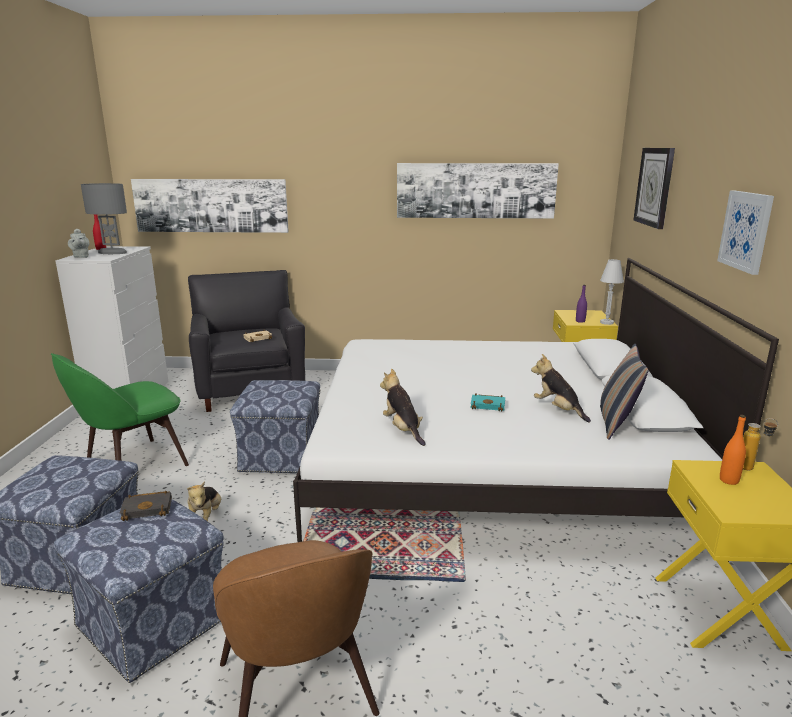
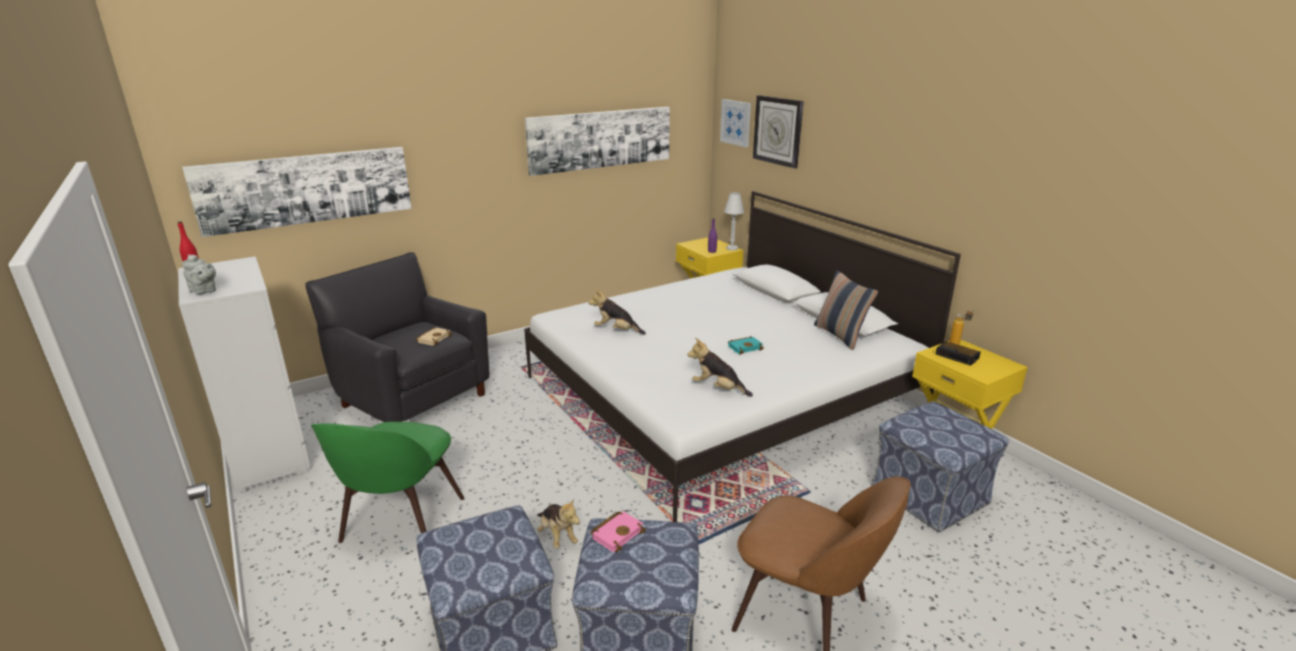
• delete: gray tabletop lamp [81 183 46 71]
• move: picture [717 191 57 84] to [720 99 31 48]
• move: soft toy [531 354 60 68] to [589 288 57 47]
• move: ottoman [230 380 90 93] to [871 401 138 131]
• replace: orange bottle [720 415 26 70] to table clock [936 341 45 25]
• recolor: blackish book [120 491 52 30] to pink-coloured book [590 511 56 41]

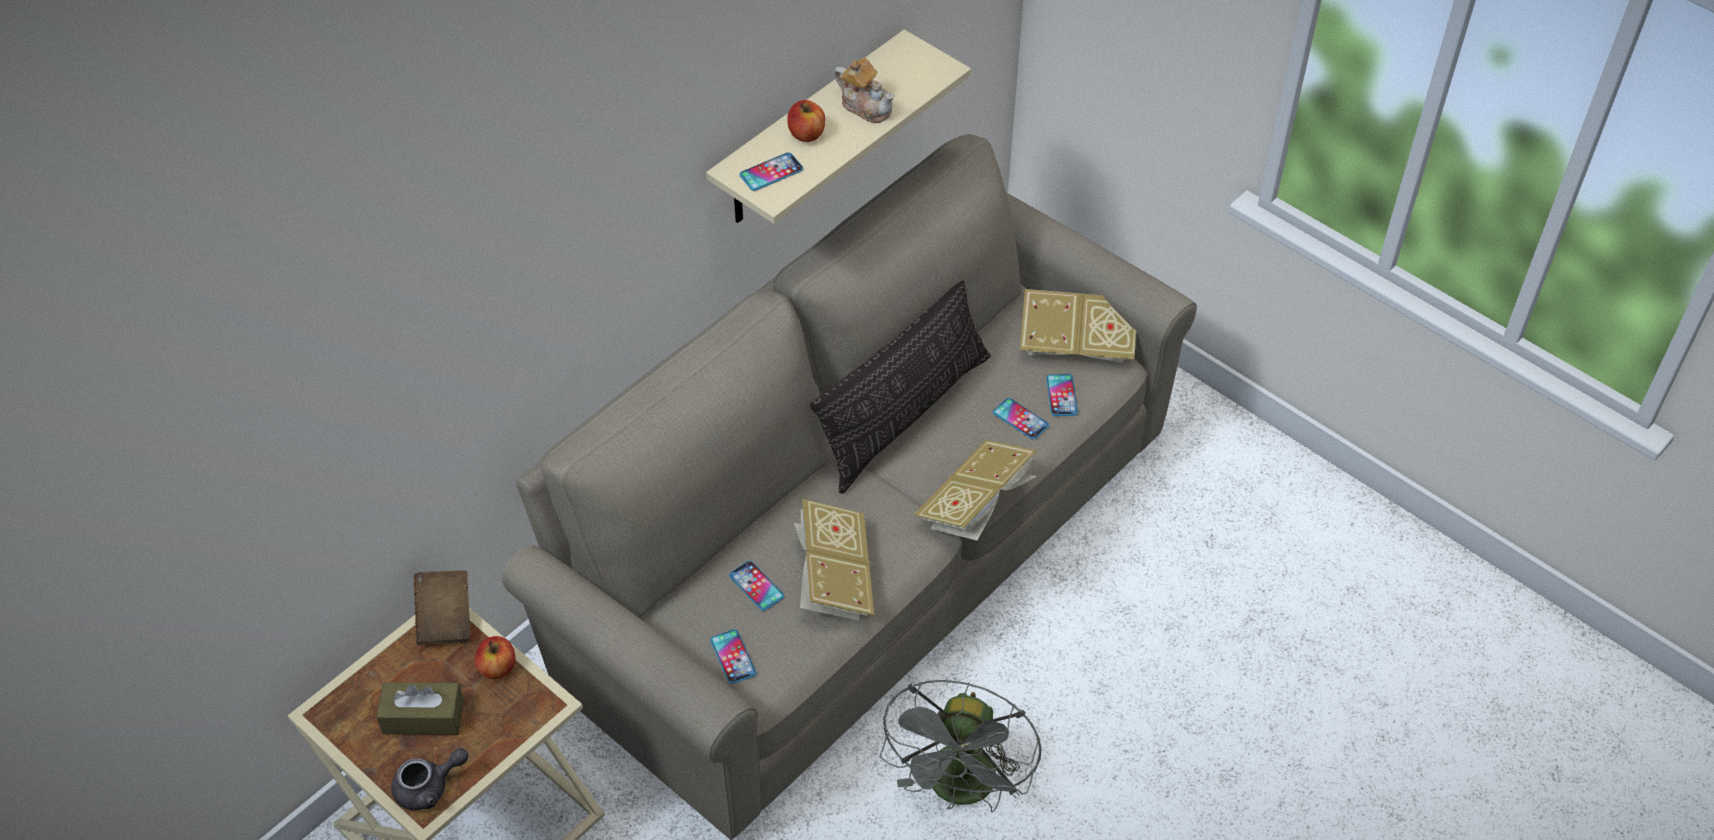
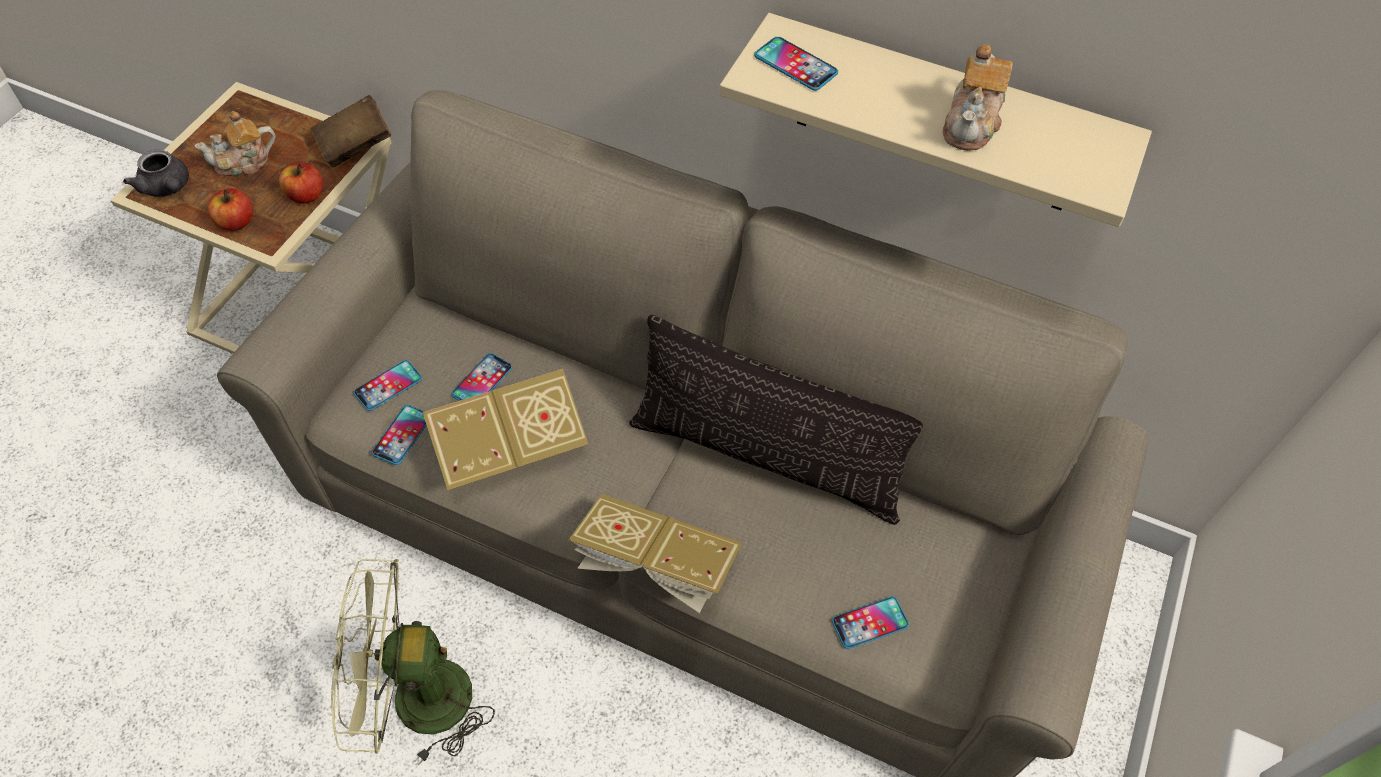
• move: apple fruit [787 100 38 42] to [208 188 45 43]
• delete: book [1020 289 116 74]
• move: phone [993 398 56 42] to [372 405 55 60]
• recolor: gray electric fan [880 680 162 132] to green-coloured electric fan [331 559 164 206]
• replace: brownish tissue holder [376 682 88 53] to tea pot [194 111 81 65]

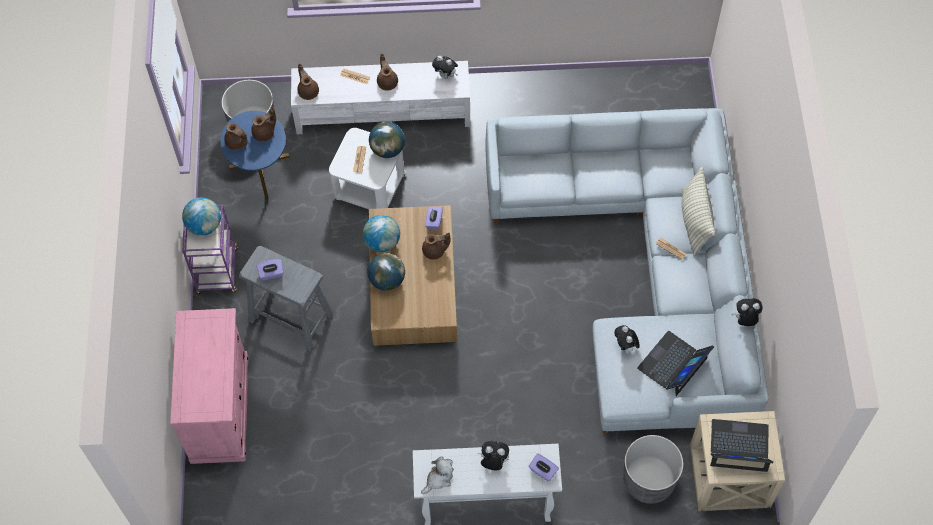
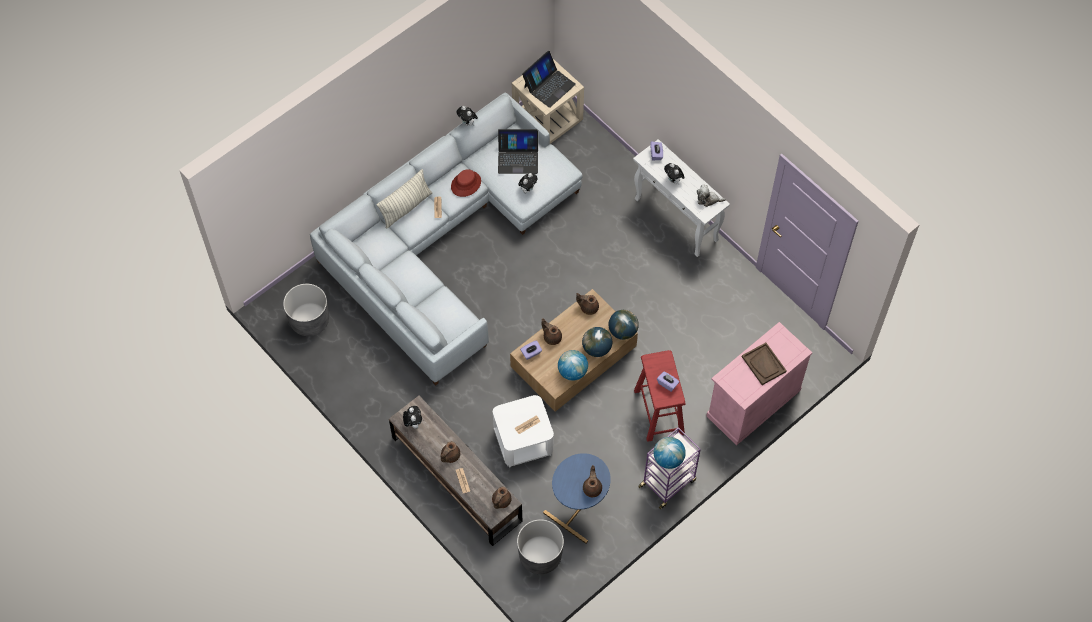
• recolor: white media console [291 61 179 73] to brownish media console [389 396 133 150]
• move: brownish tea pot [251 108 25 33] to [576 293 23 22]
• move: desk globe [369 122 36 36] to [608 310 31 30]
• recolor: gray stool seat [239 246 94 105] to reddish stool seat [634 350 52 92]
• rotate: portable computer [710 419 63 53] = [522 51 54 57] 105 degrees counterclockwise
• move: gray planter [623 435 61 69] to [283 284 46 52]
• insert: reddish hat [451 169 30 28]
• insert: brownish carrying tray [742 343 45 42]

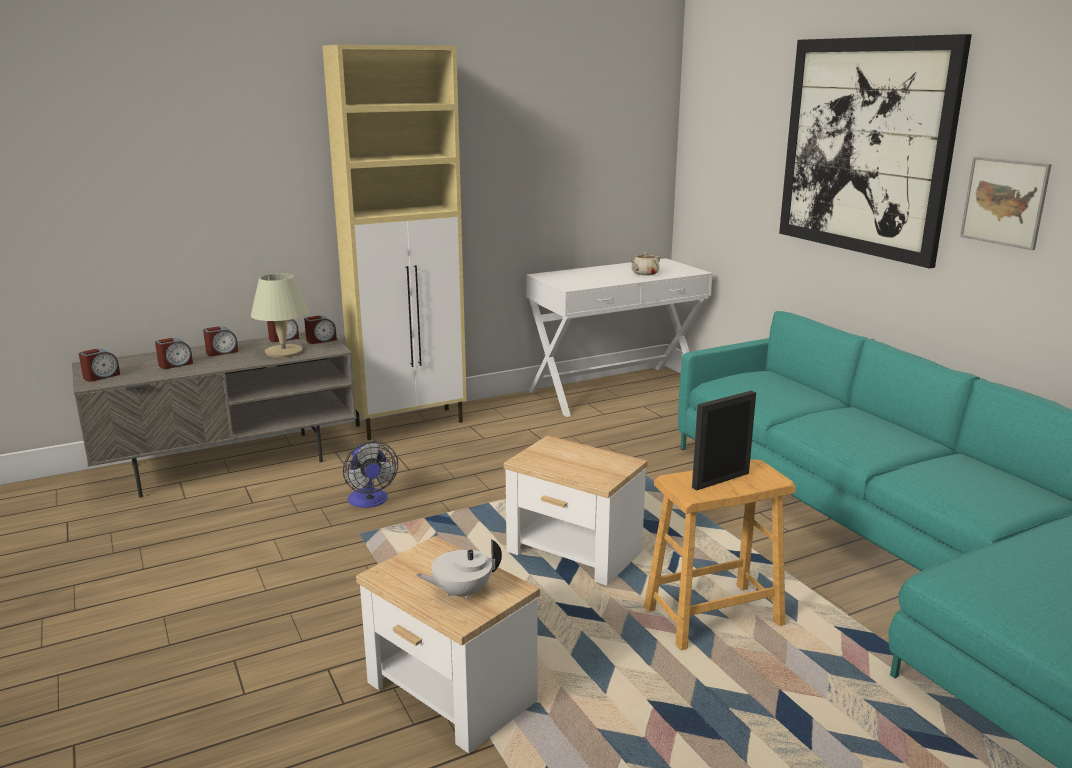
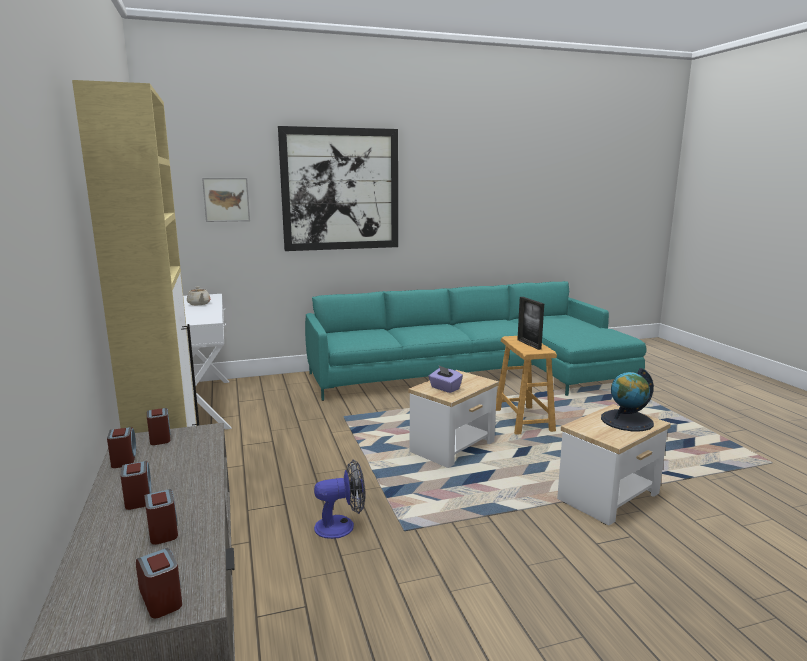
• move: picture [960 157 92 93] to [202 178 48 44]
• delete: sand-coloured tabletop lamp [251 273 58 85]
• replace: white tea pot [416 539 86 61] to desk globe [601 368 53 63]
• insert: purplish tissue holder [428 366 35 27]

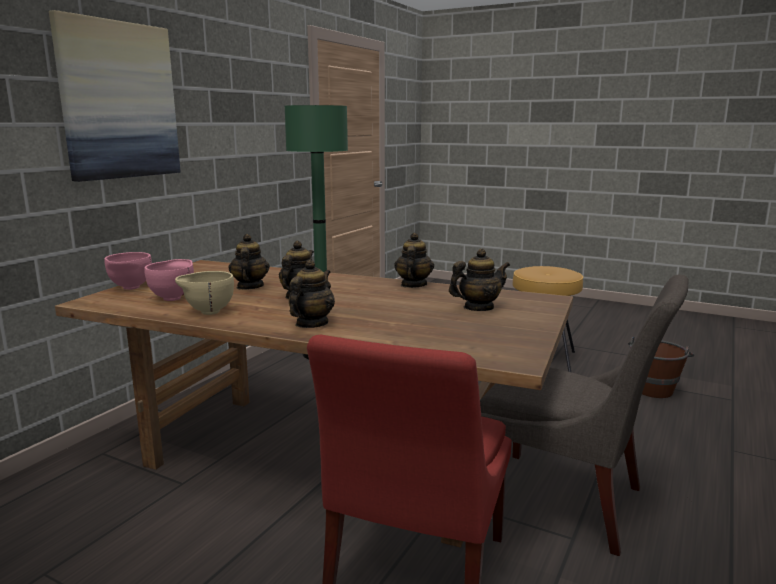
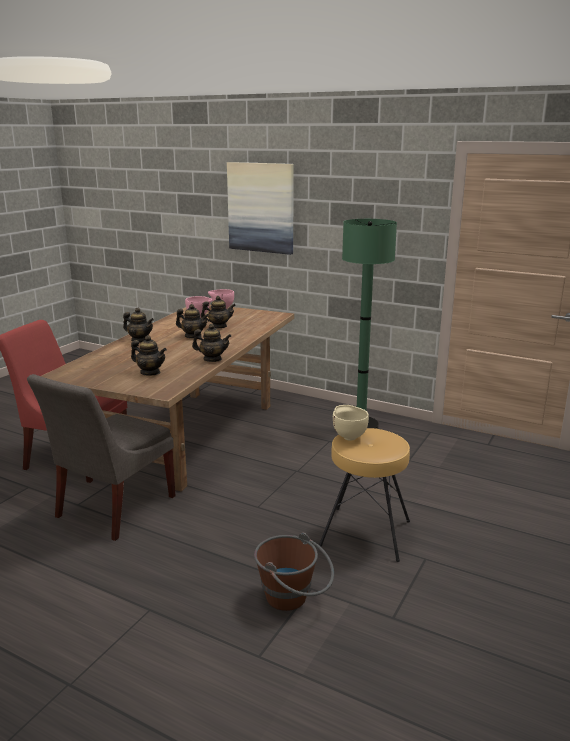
• rotate: tea pot [449 249 61 62] = [131 335 36 41] 45 degrees counterclockwise
• move: sand-coloured serving bowl [175 271 59 44] to [333 405 36 36]

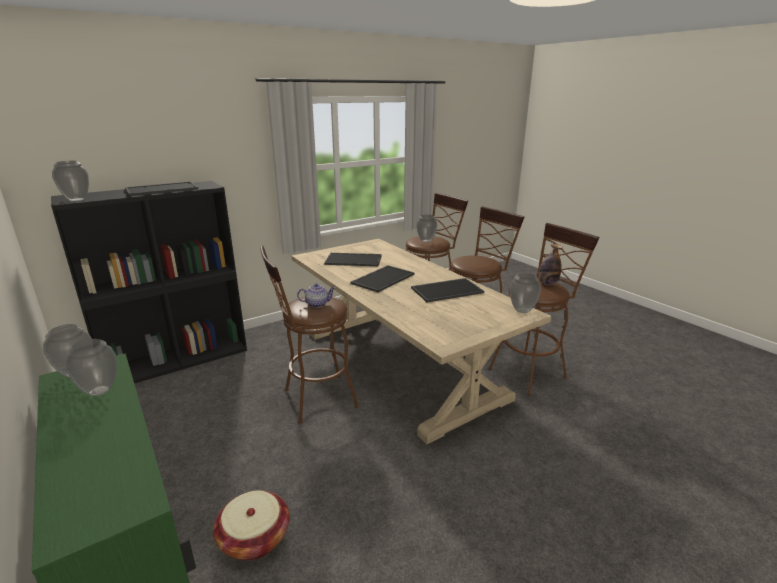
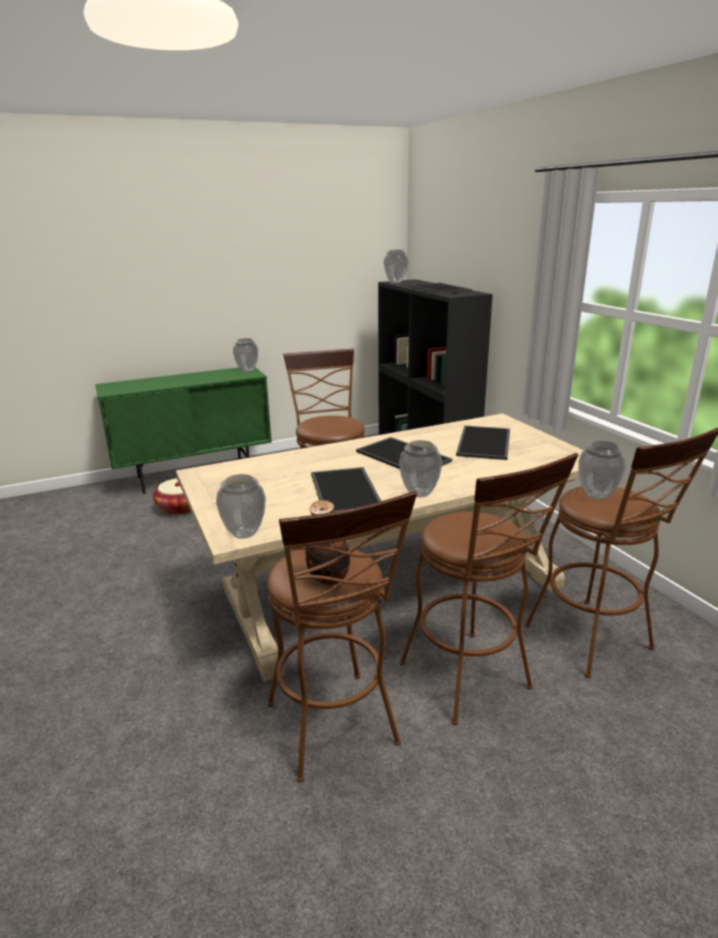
• delete: tea pot [297 283 39 25]
• move: flower vase [65 339 52 57] to [399 440 43 57]

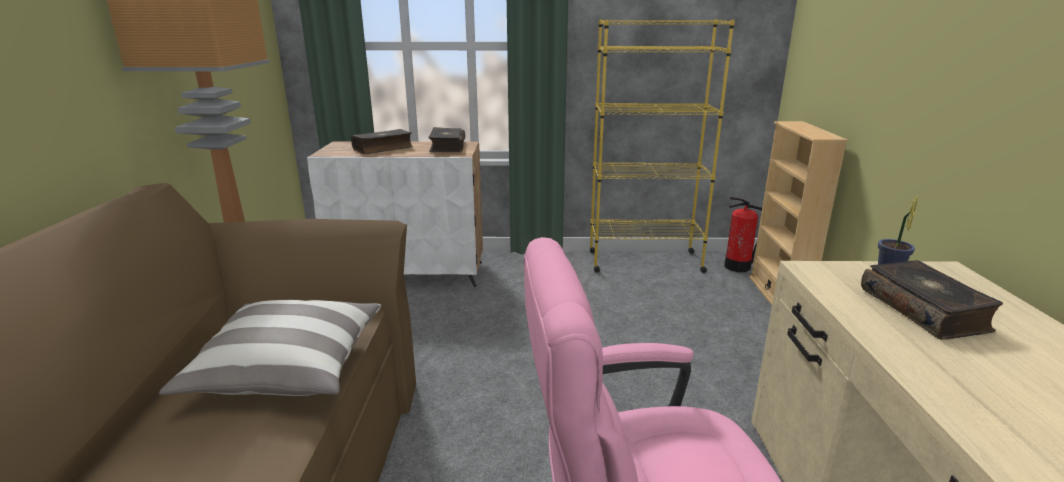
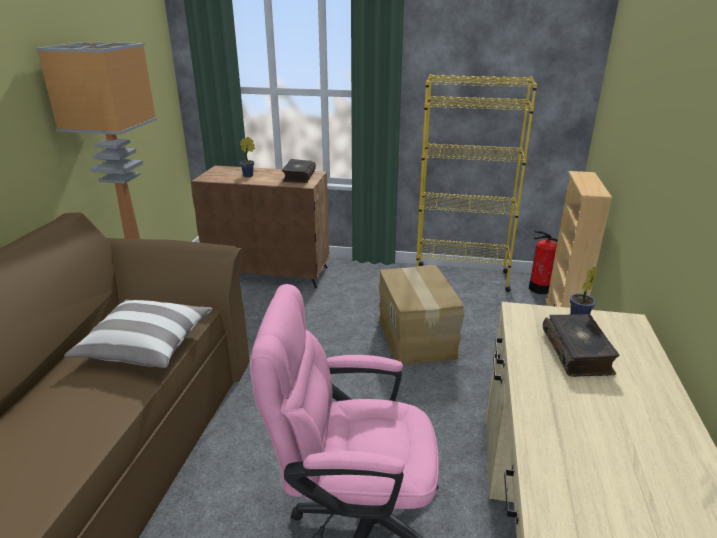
• replace: book [351 129 62 25] to plant in a pot [240 137 15 40]
• recolor: white cupboard [307 141 176 146] to brownish cupboard [191 166 138 122]
• insert: carton [379 265 85 100]

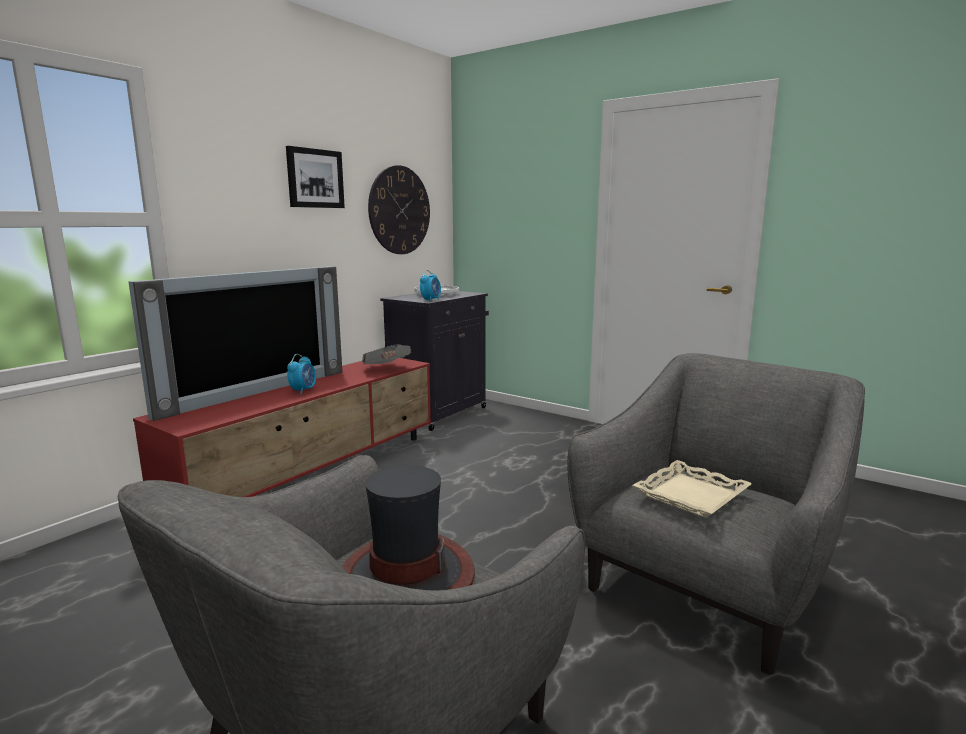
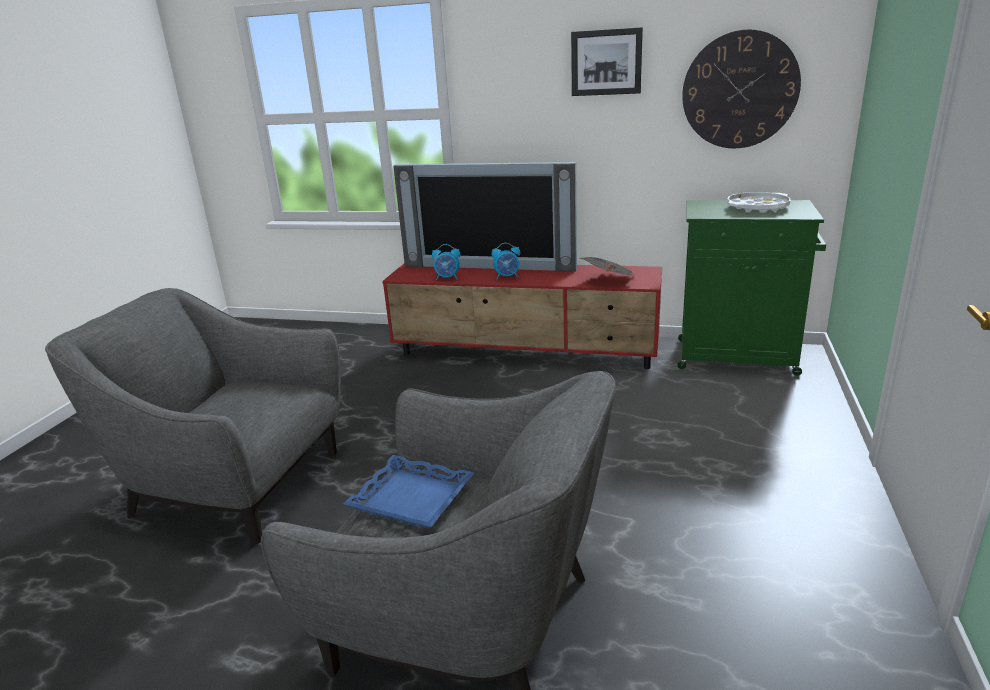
• move: table clock [420 270 21 32] to [432 244 28 36]
• recolor: blackish cupboard [380 291 109 140] to green-coloured cupboard [677 200 149 176]
• recolor: sand-coloured carrying tray [632 460 120 58] to blue-coloured carrying tray [343 455 131 73]
• delete: hat [342 465 133 126]

